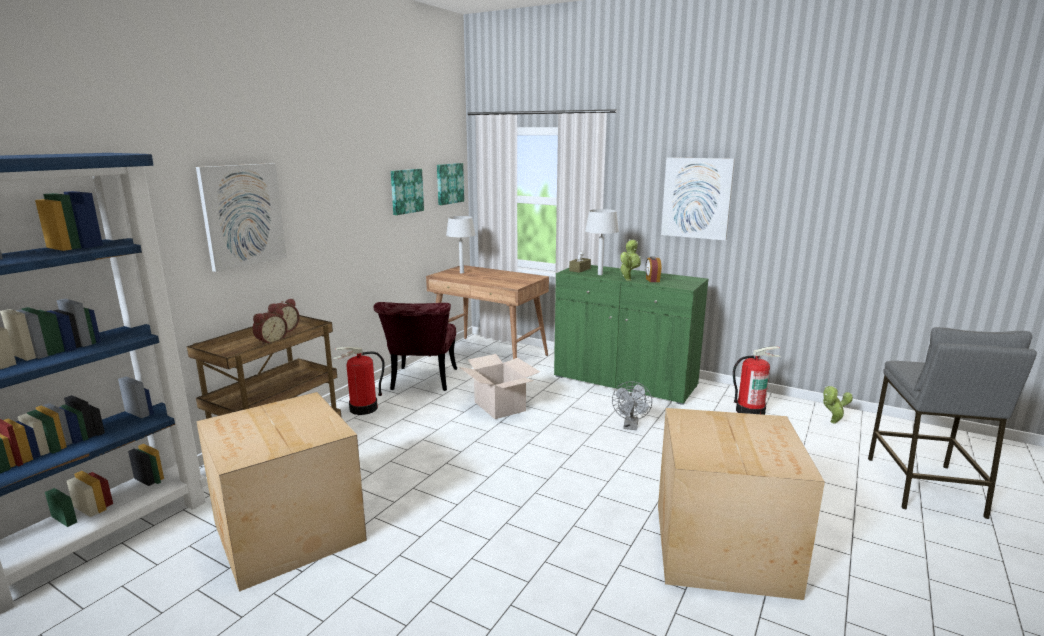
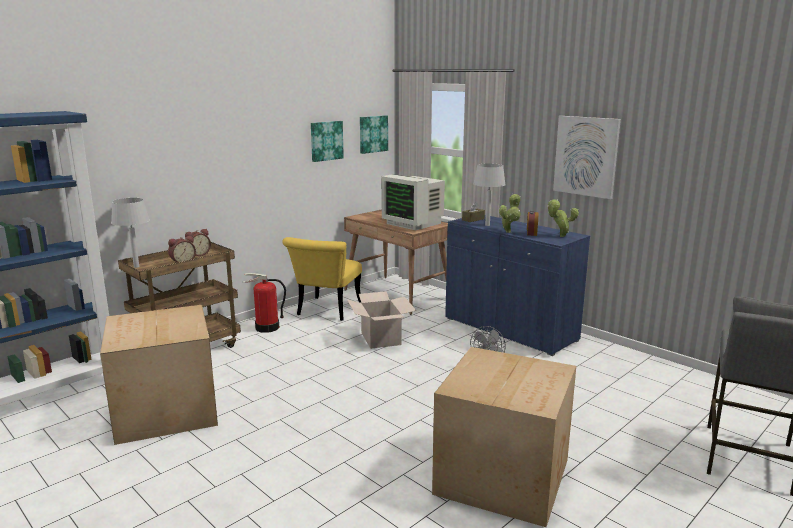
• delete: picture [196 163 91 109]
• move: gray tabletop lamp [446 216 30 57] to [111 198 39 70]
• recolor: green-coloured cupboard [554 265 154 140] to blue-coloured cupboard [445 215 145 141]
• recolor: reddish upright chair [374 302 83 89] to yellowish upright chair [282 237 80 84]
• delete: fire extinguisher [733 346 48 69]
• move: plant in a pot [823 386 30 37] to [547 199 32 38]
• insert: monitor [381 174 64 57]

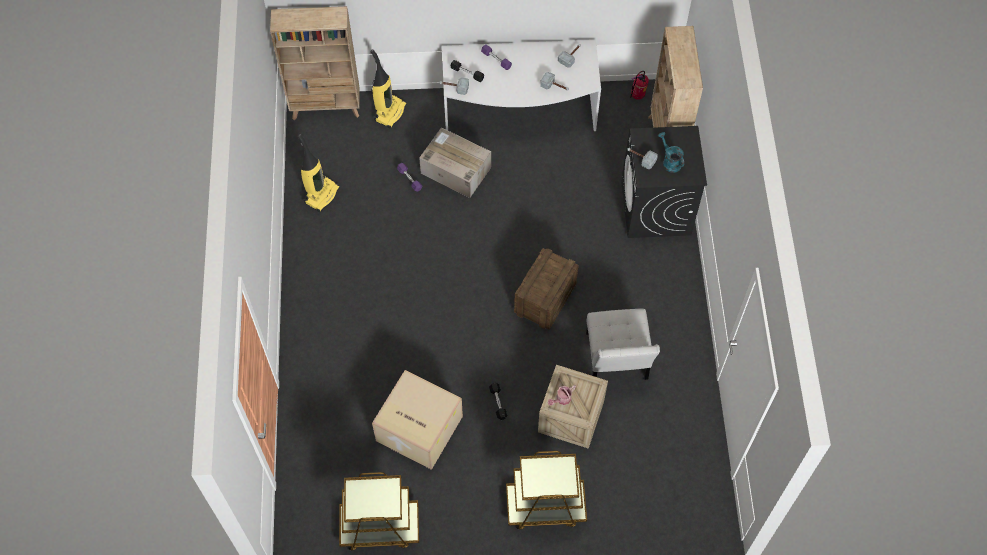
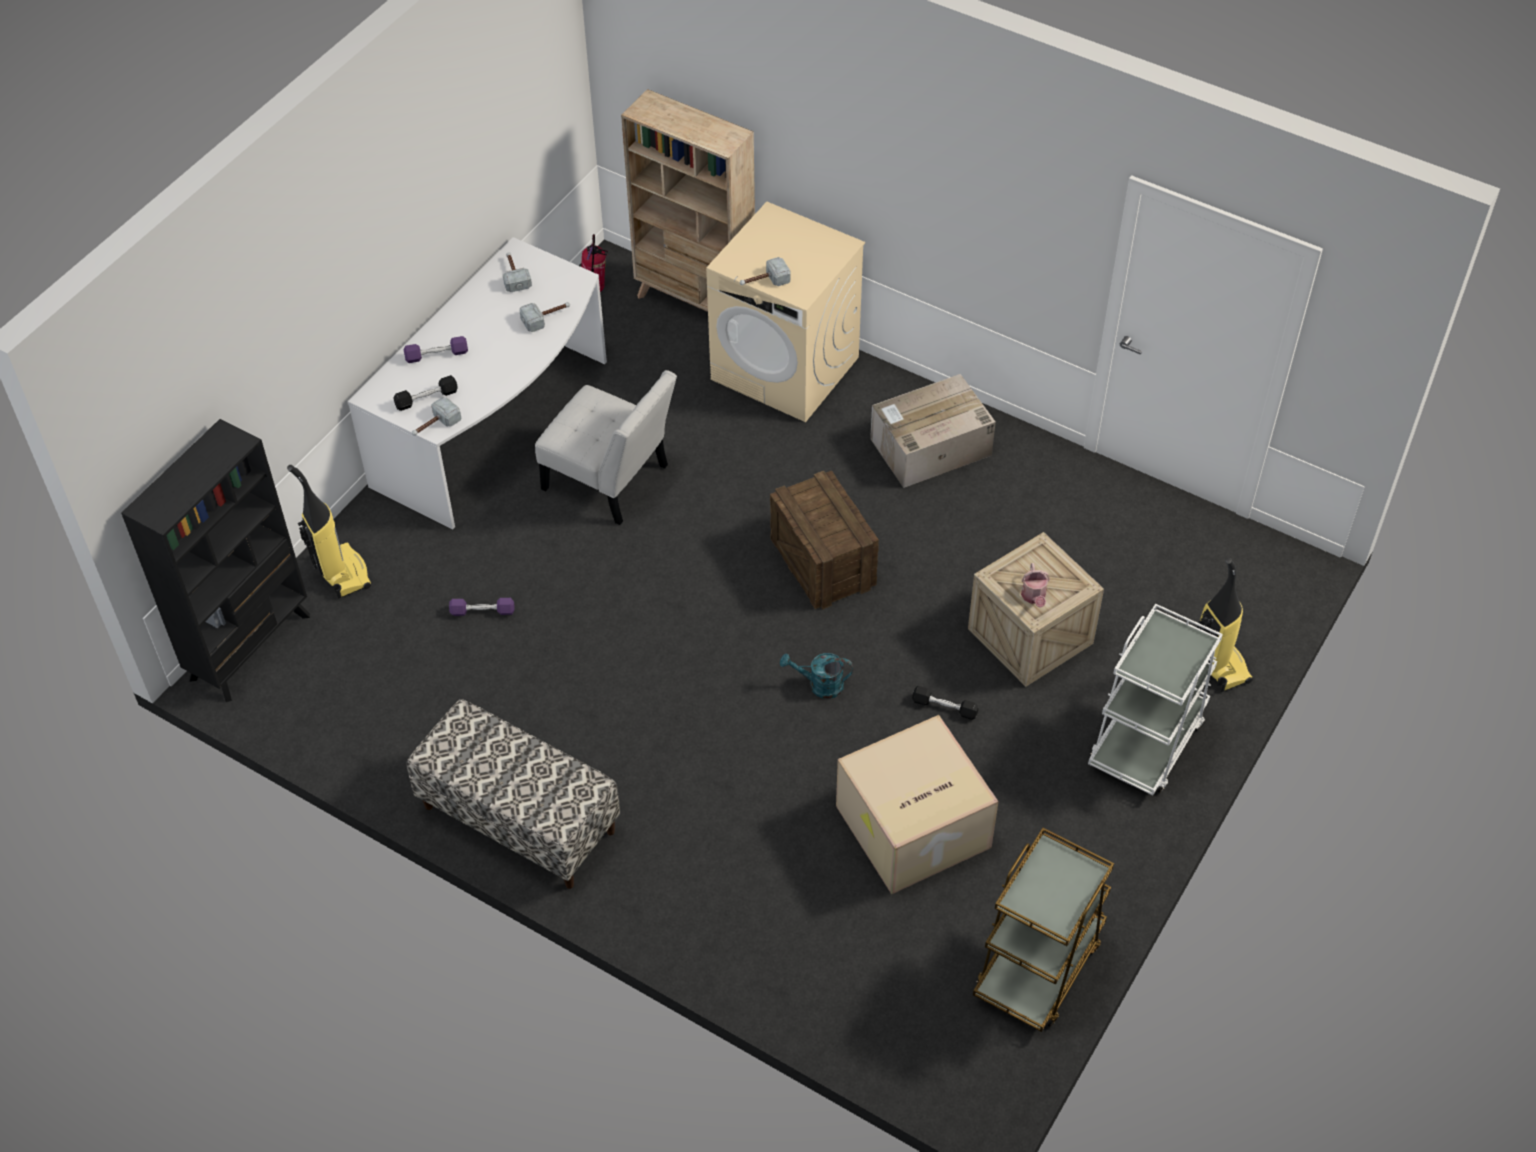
• recolor: sand-coloured shelving unit [270 6 90 114] to blackish shelving unit [121 419 189 283]
• recolor: blackish washing machine [621 126 86 112] to sand-coloured washing machine [706 202 159 220]
• move: carton [419 127 72 71] to [870 374 126 114]
• move: turquoise-coloured watering can [658 132 26 41] to [780 653 73 46]
• move: vacuum [297 134 43 78] to [1197 557 56 135]
• move: white upright chair [586 309 74 71] to [535 370 142 155]
• recolor: brownish cart [506 451 81 79] to white cart [1088 604 135 191]
• insert: indoor bench [407 699 213 190]

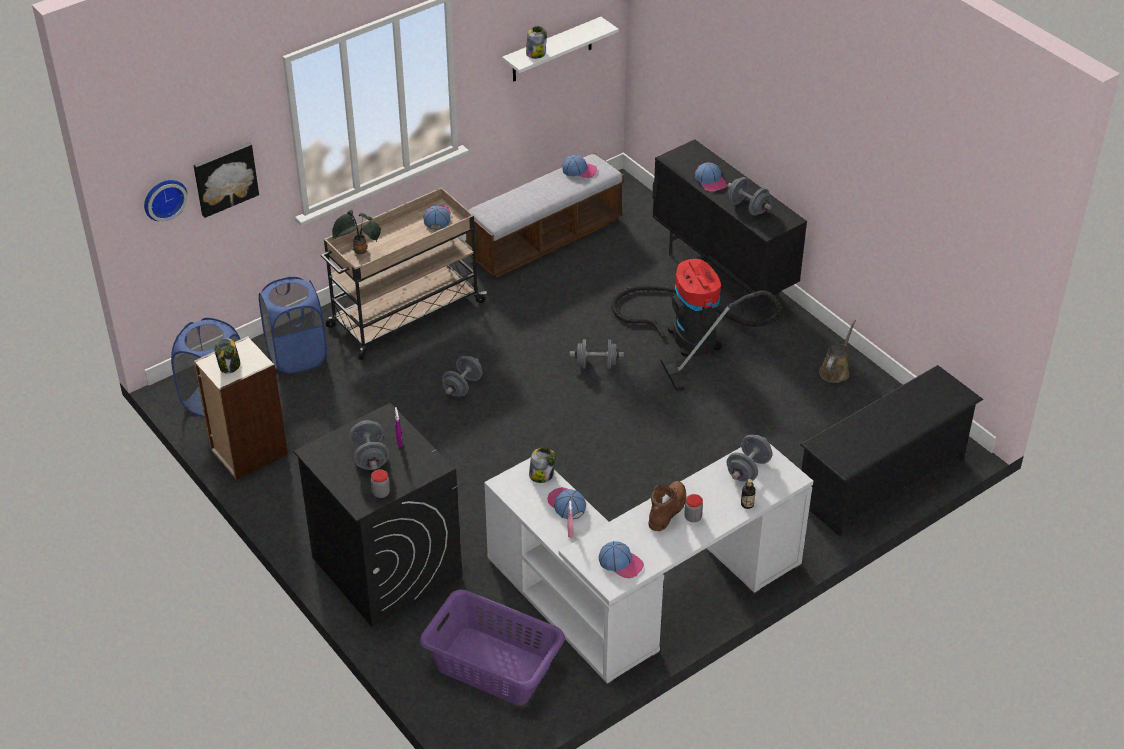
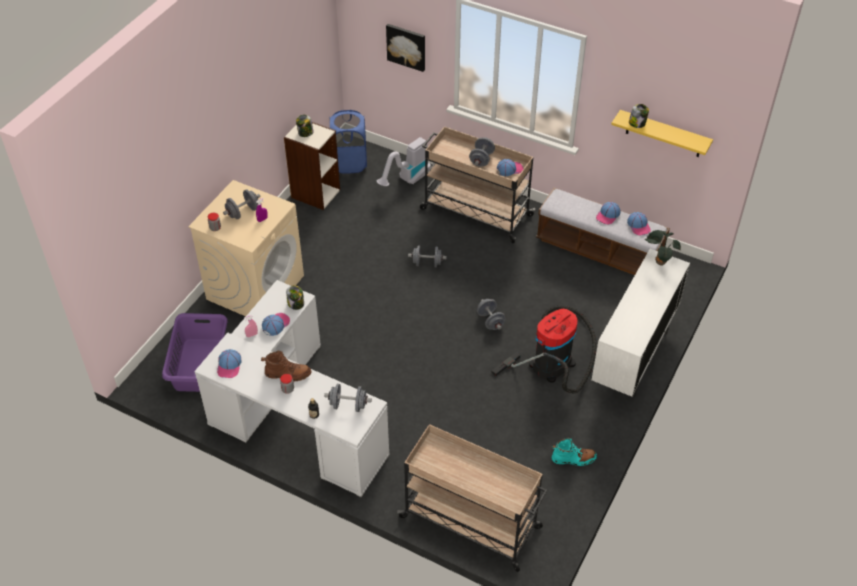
• recolor: white bracket shelf [502 17 117 65] to yellowish bracket shelf [611 110 102 47]
• recolor: blackish cupboard [652 139 155 175] to white cupboard [591 249 99 149]
• move: cap [695 163 32 29] to [596 202 25 22]
• move: gray dumbbell [727 177 45 39] to [469 137 26 29]
• delete: clock on the wall [144 180 44 42]
• move: plant in a pot [332 210 49 44] to [645 230 36 36]
• replace: blue-coloured washing basket [259 276 68 98] to vacuum [377 137 54 49]
• replace: brownish watering can [819 320 37 63] to turquoise-coloured boot [552 438 45 28]
• replace: blackish shoe shelf [800 365 183 171] to sand-coloured cart [397 424 150 148]
• recolor: blackish washing machine [293 403 169 224] to sand-coloured washing machine [188 180 116 136]

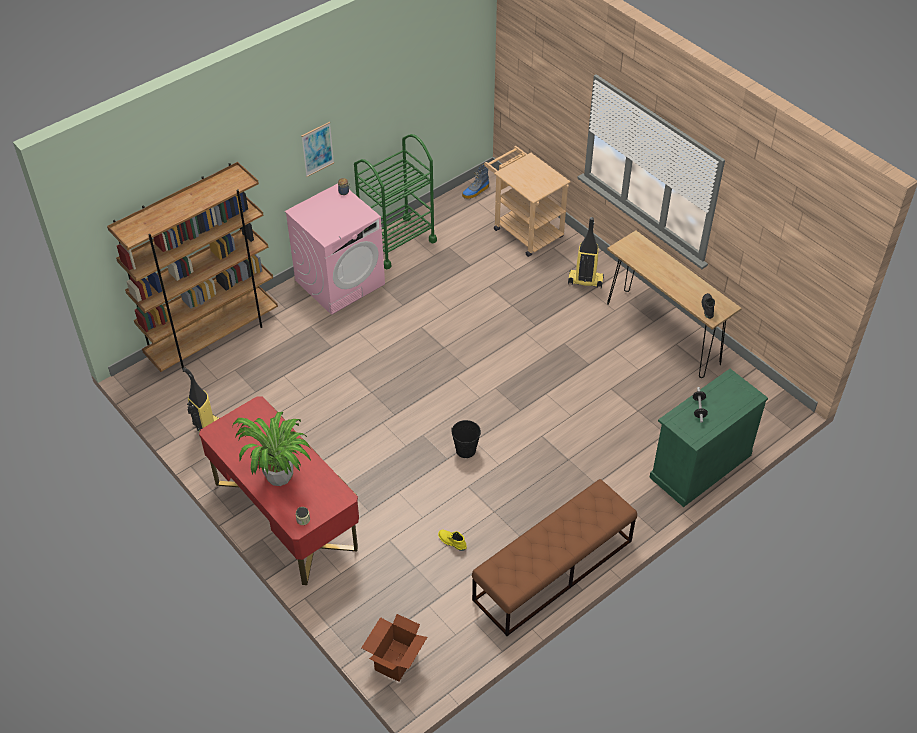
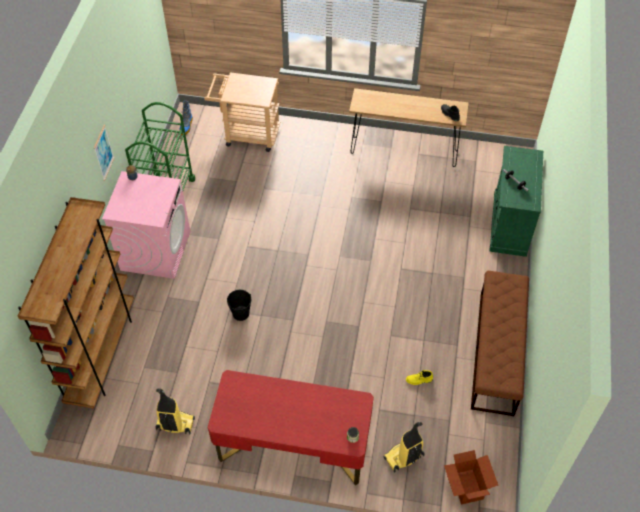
• move: vacuum [568 217 36 71] to [383 422 42 50]
• delete: plant in a pot [232 412 79 74]
• move: blackish water bucket [451 420 30 38] to [227 290 24 31]

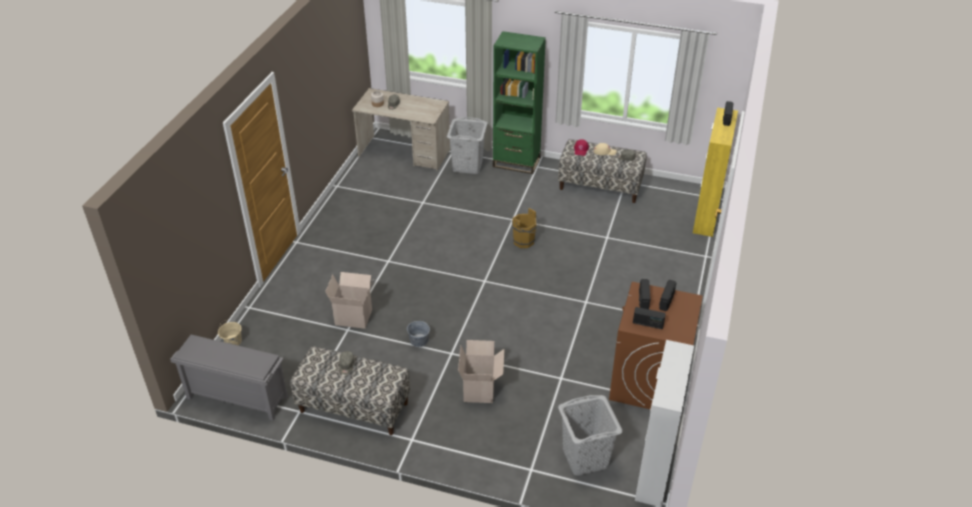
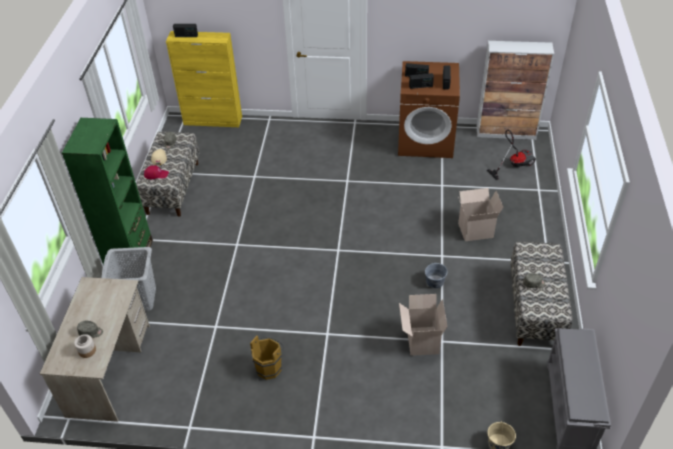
• move: brownish water bucket [512 208 27 40] to [250 335 34 45]
• replace: gray washing basket [558 395 65 81] to vacuum [487 130 49 50]

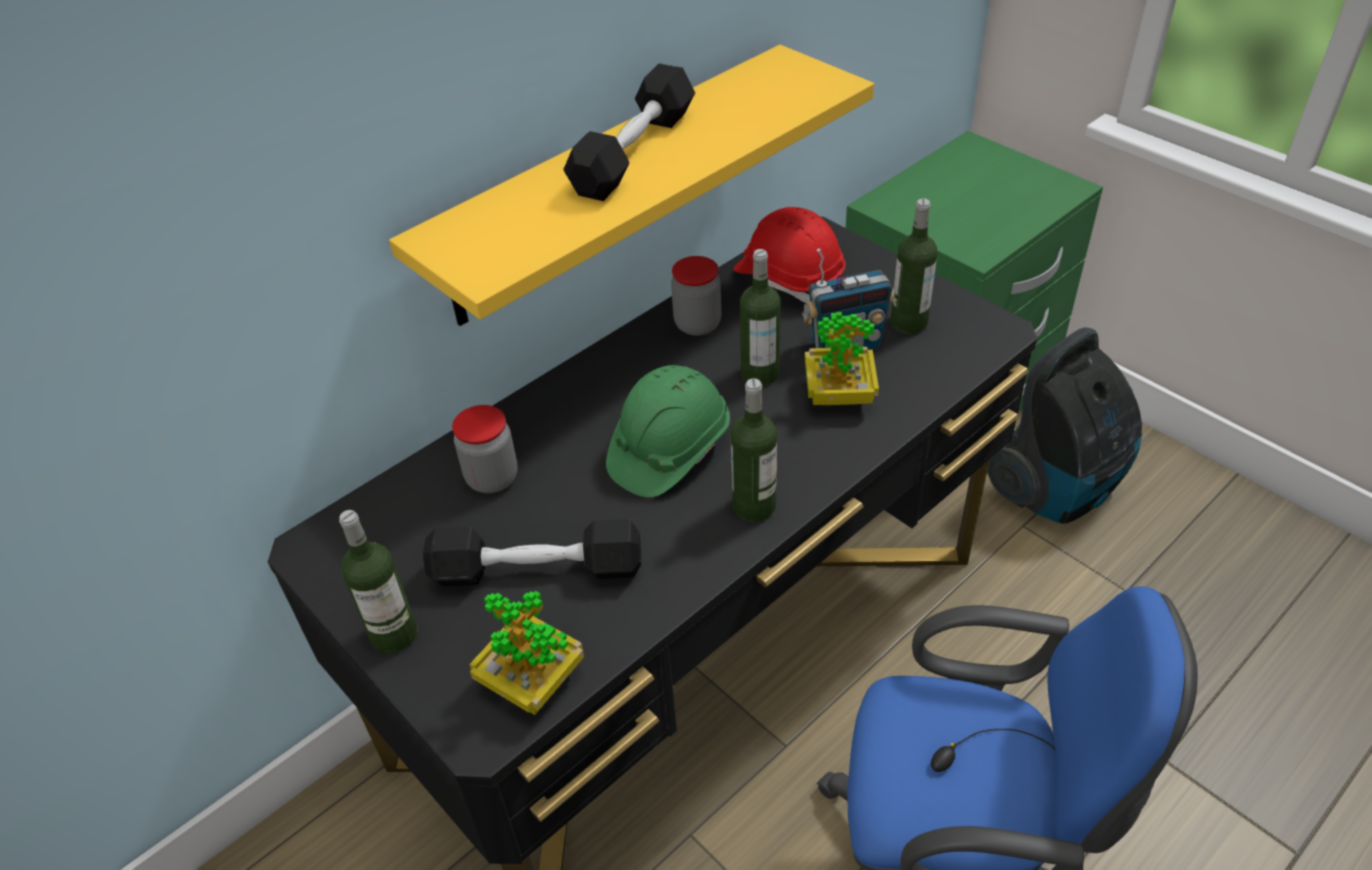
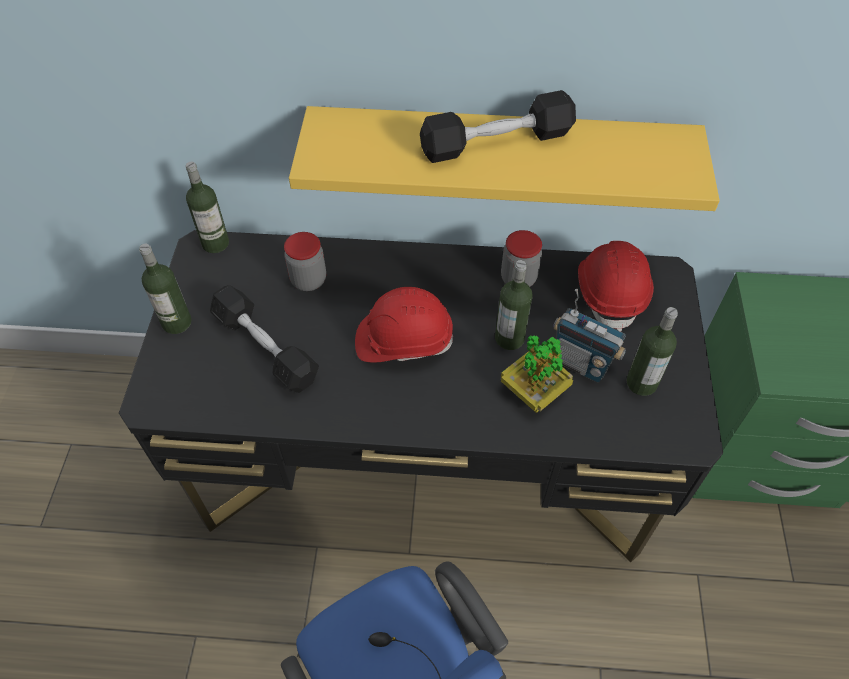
• delete: vacuum [987 327 155 197]
• recolor: green-coloured safety helmet [606 365 124 133] to reddish safety helmet [355 287 98 75]
• move: bottle [731 378 46 144] to [186 162 43 91]
• delete: plant in a pot [469 591 115 124]

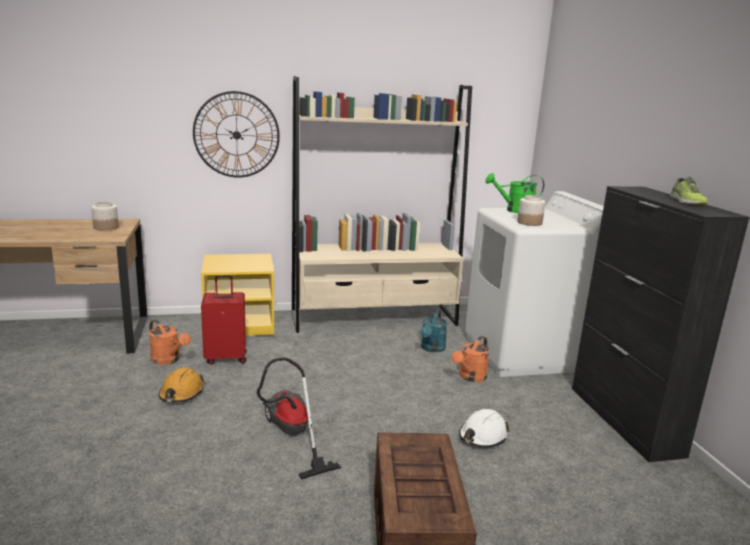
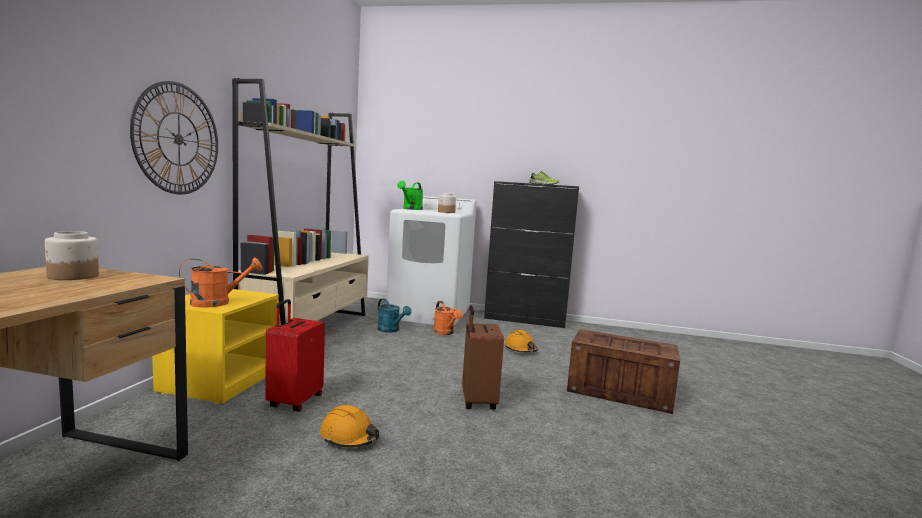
• move: orange watering can [149 319 41 46] to [179 258 84 50]
• replace: vacuum [257 358 84 121] to brownish travel case [462 306 42 104]
• recolor: white safety helmet [459 409 50 39] to orange safety helmet [505 330 33 22]

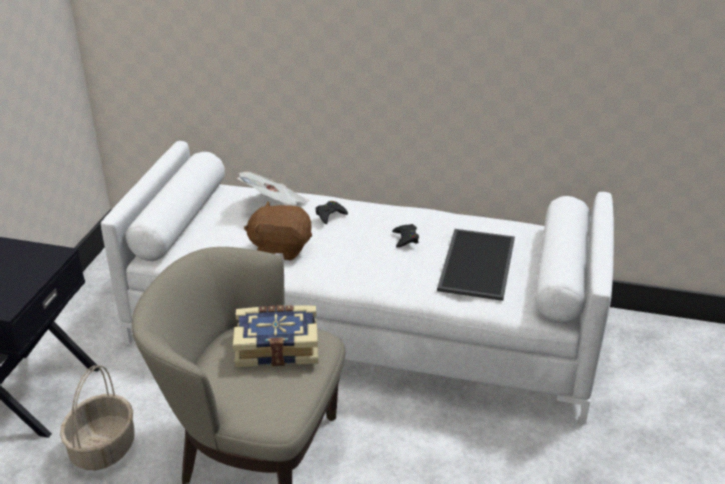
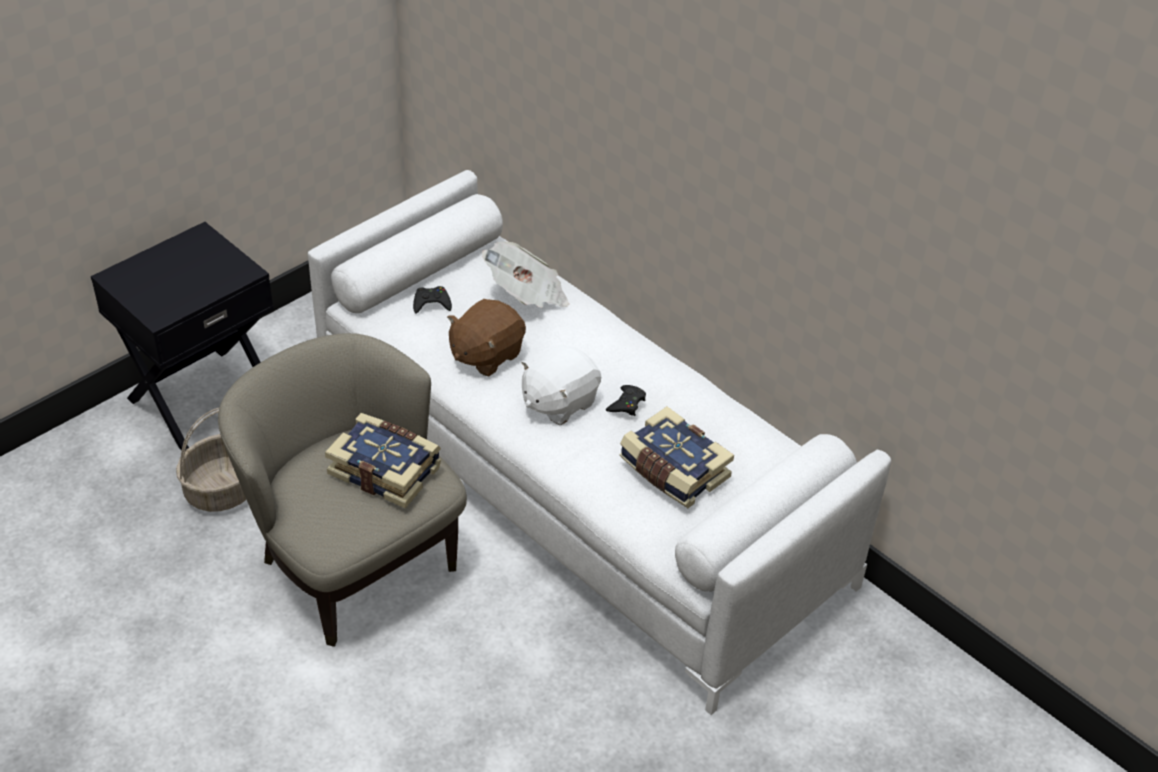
• rotate: brownish soft toy [244 201 68 60] = [447 299 79 77] 90 degrees counterclockwise
• move: blackish game controller [315 201 33 23] to [413 286 39 27]
• replace: carrying tray [437 229 78 72] to book [619 407 115 101]
• insert: white soft toy [521 345 80 80]

